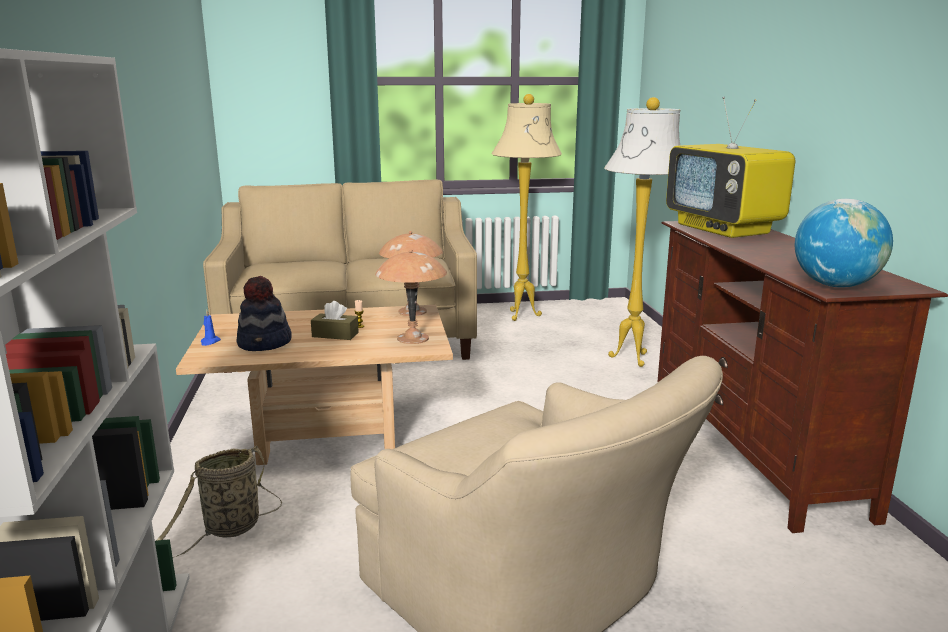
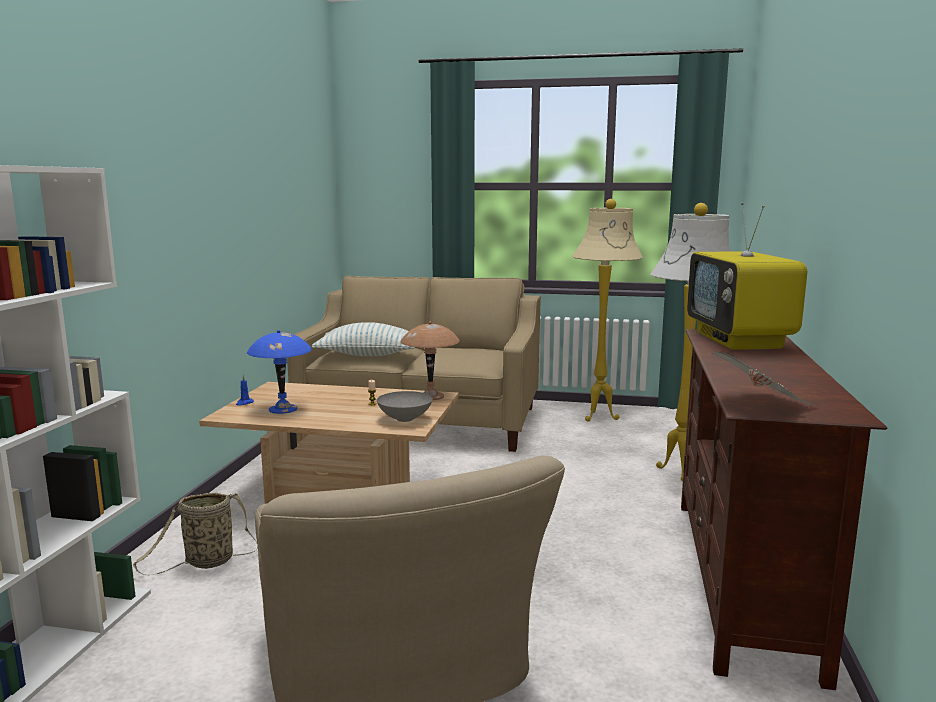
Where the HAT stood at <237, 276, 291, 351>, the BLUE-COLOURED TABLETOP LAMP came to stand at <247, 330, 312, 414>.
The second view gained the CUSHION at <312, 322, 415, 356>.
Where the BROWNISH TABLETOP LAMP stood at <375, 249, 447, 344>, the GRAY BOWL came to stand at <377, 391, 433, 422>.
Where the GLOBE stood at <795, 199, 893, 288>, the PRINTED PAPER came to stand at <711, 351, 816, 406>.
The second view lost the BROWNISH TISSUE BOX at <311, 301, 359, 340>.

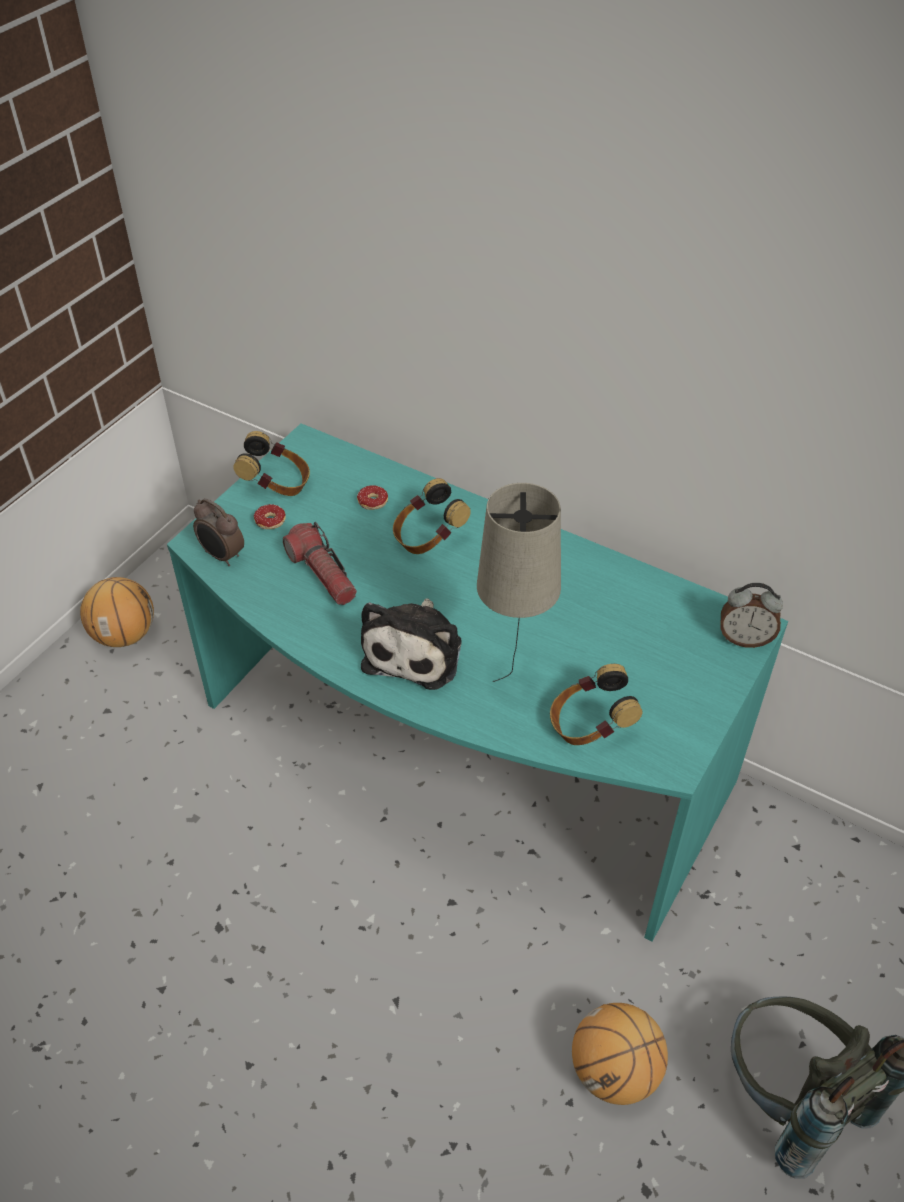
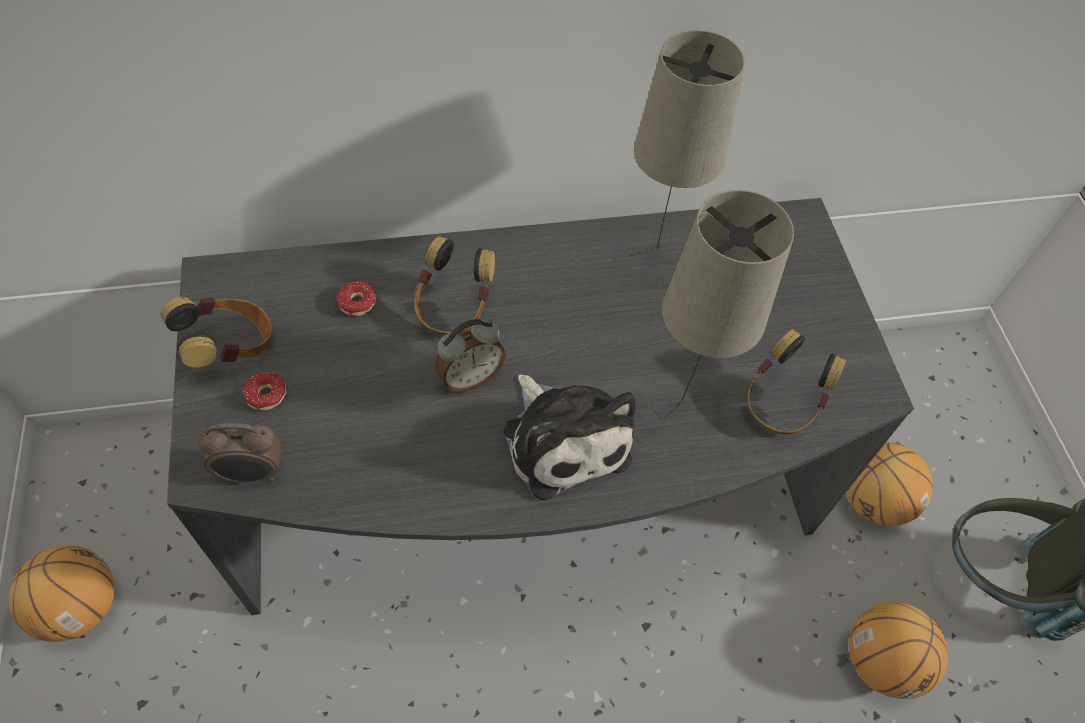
What was the TURQUOISE DESK TABLE at <167, 423, 788, 942> turned into the GRAY DESK TABLE at <167, 198, 914, 615>.
The ALARM CLOCK ended up elsewhere, having gone from <720, 583, 783, 648> to <435, 319, 506, 392>.
The second view gained the BEIGE-COLOURED TABLETOP LAMP at <634, 30, 745, 249>.
The second view gained the BASKETBALL BALL at <846, 442, 933, 526>.
The second view lost the FLASHLIGHT at <283, 522, 357, 605>.

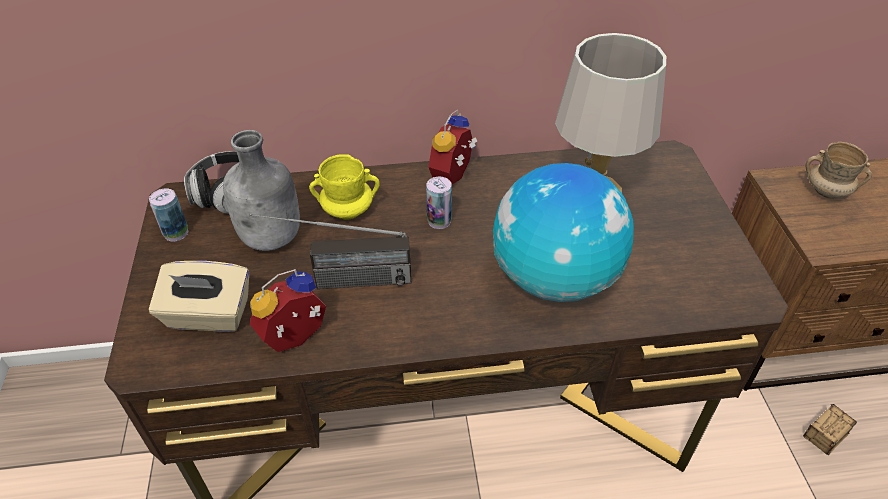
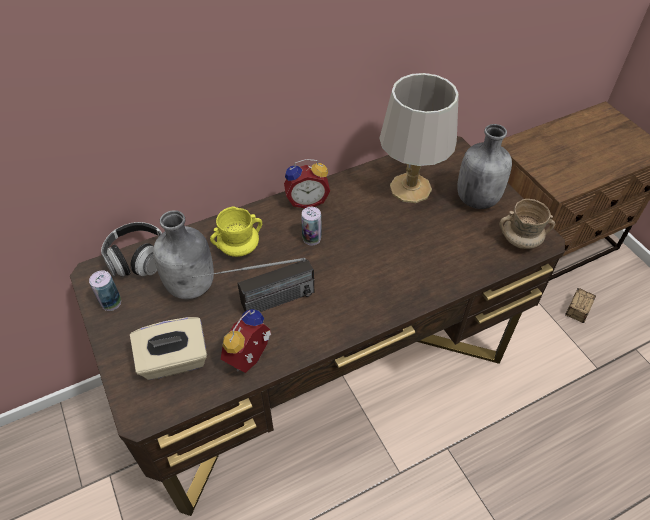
The ALARM CLOCK at <428, 109, 478, 184> ended up facing another way, 105 degrees counterclockwise from before.
The second view gained the GRAY DRINK BOTTLE at <457, 124, 512, 209>.
The BEIGE-COLOURED MUG ended up elsewhere, having gone from <805, 142, 872, 199> to <499, 199, 555, 249>.
The second view lost the GLOBE at <493, 163, 634, 302>.

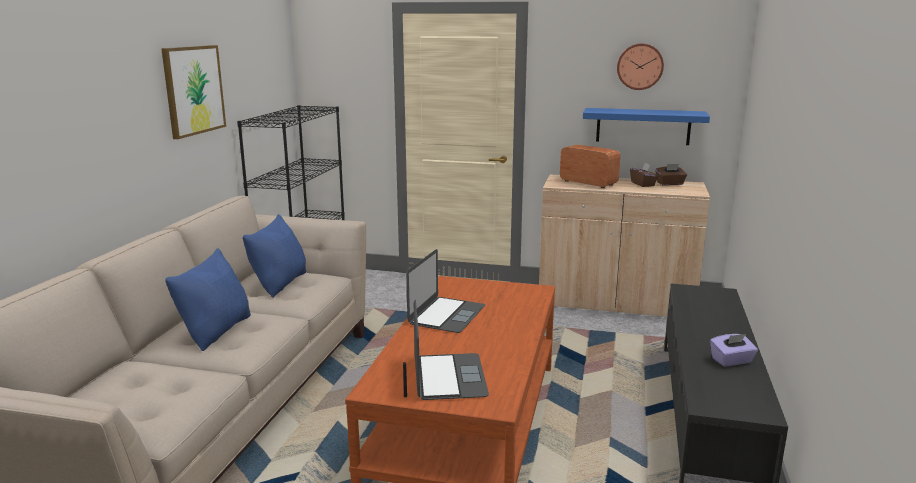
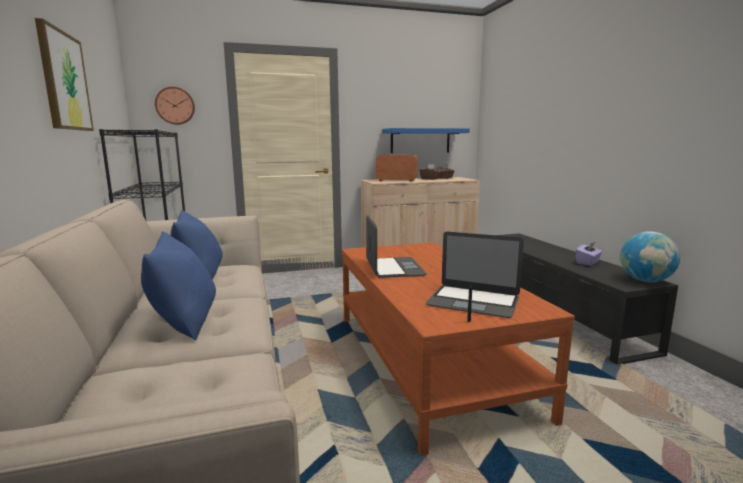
The CLOCK ON THE WALL ended up elsewhere, having gone from <617, 43, 664, 90> to <155, 87, 195, 125>.
The NOTEBOOK COMPUTER at <414, 300, 489, 400> ended up facing another way, 150 degrees clockwise from before.
The second view gained the GLOBE at <620, 231, 680, 282>.

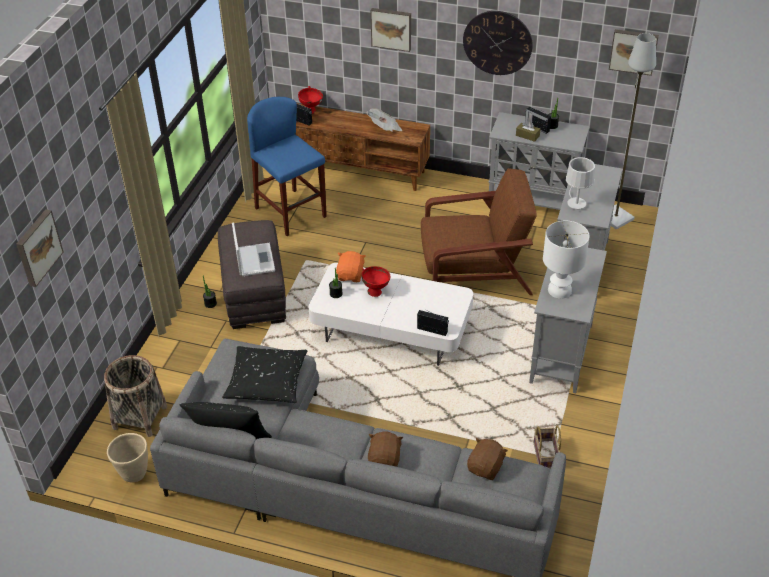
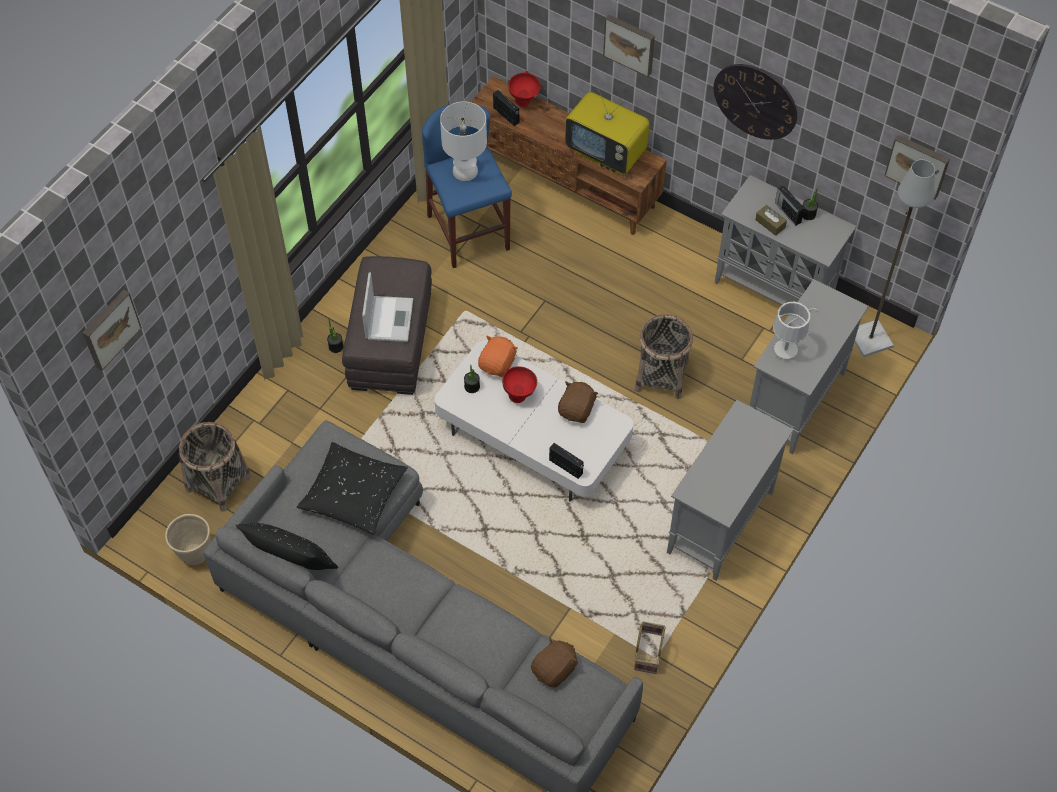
The WHITISH TABLETOP LAMP ended up elsewhere, having gone from <543, 221, 590, 299> to <440, 102, 487, 181>.
The BROWNISH SOFT TOY ended up elsewhere, having gone from <368, 431, 403, 467> to <558, 381, 598, 423>.
Where the PRINTED PAPER stood at <366, 108, 403, 132>, the TV came to stand at <565, 89, 649, 175>.
Where the BROWNISH LOUNGE CHAIR stood at <421, 168, 537, 295>, the STORAGE BASKET came to stand at <635, 314, 693, 399>.

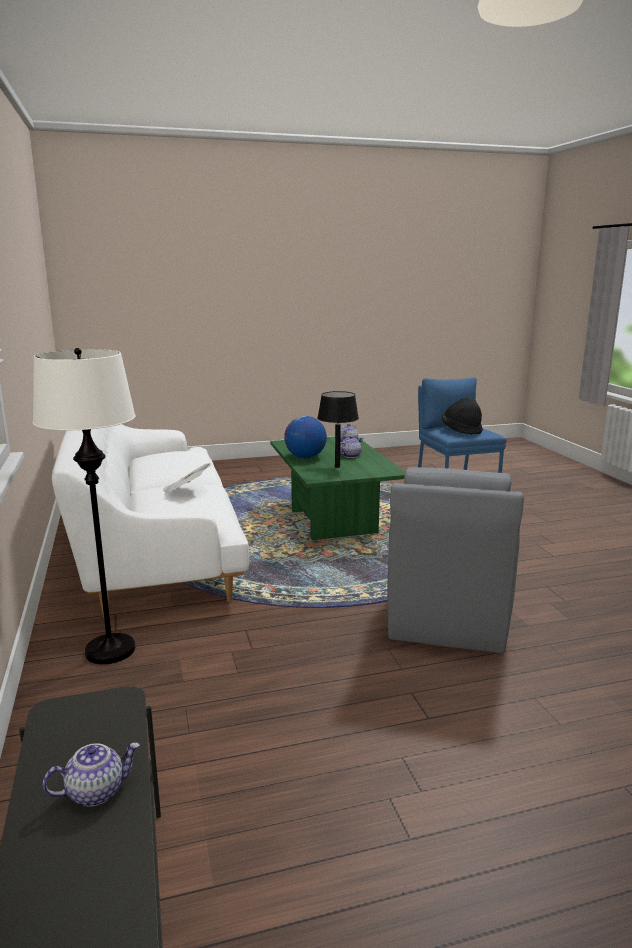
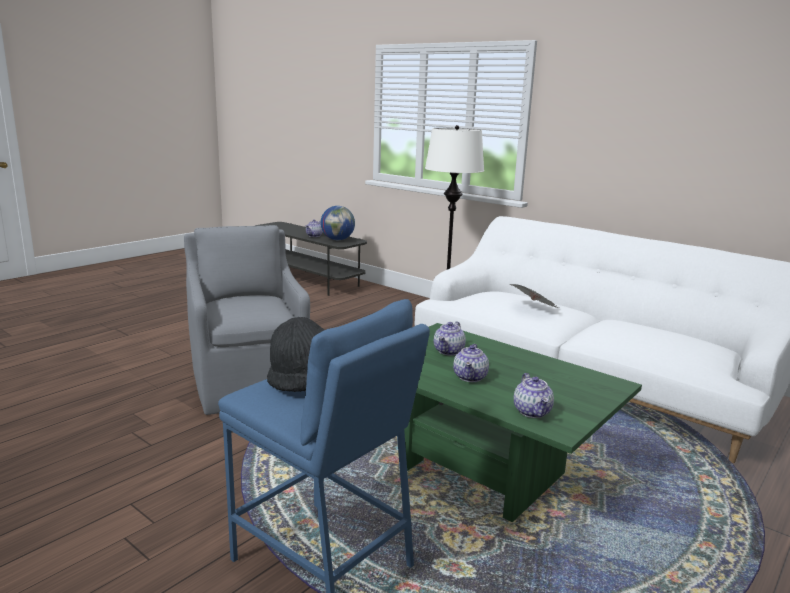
The GLOBE ended up elsewhere, having gone from <284, 416, 327, 458> to <320, 206, 355, 240>.
Where the BLACKISH TABLETOP LAMP stood at <317, 391, 359, 468>, the TEA POT came to stand at <434, 321, 466, 356>.

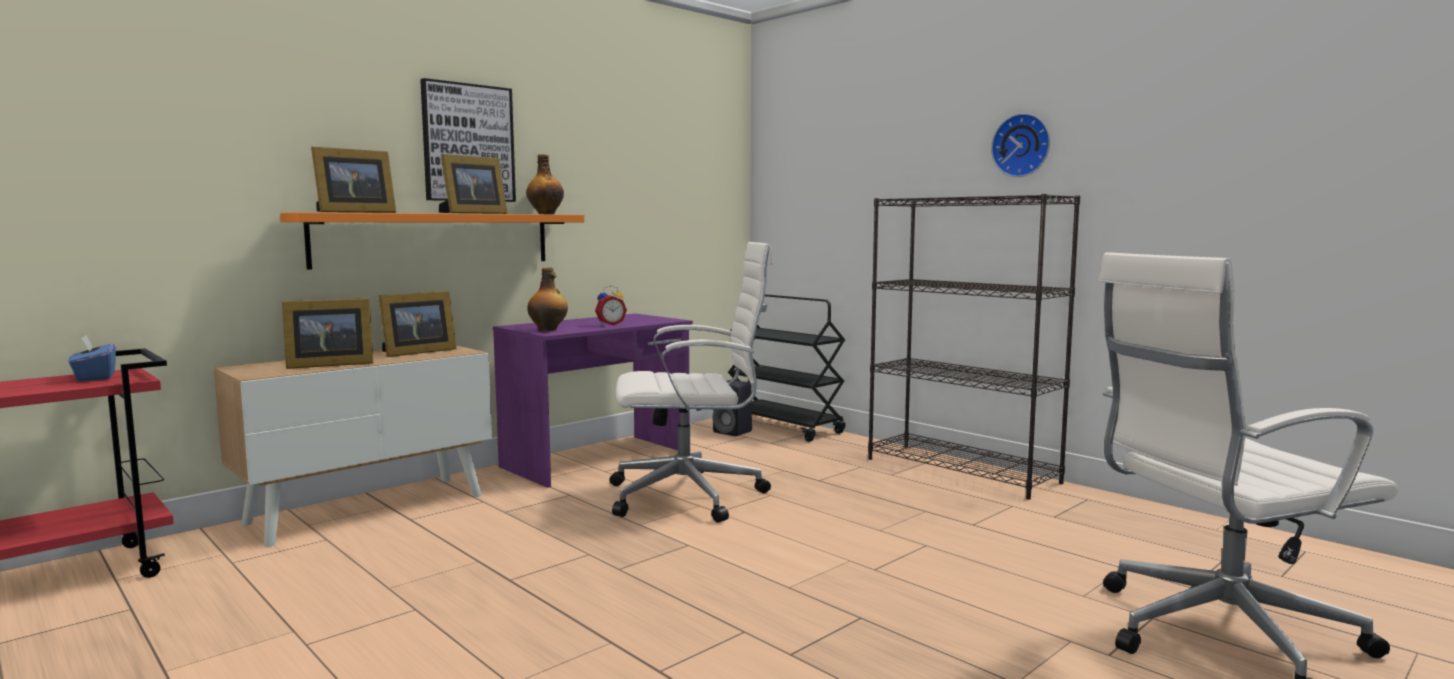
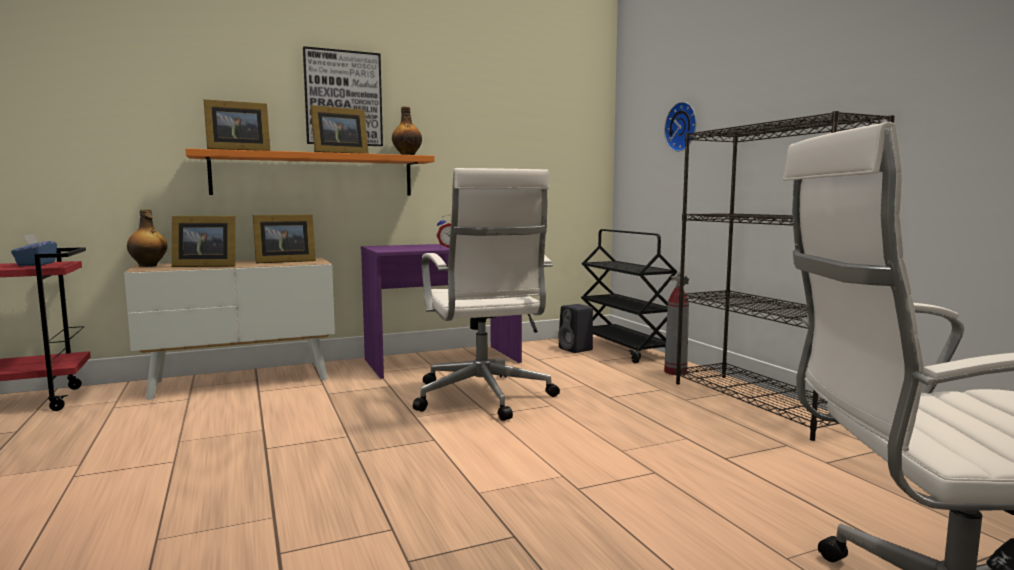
The DRINK BOTTLE ended up elsewhere, having gone from <527, 267, 568, 331> to <127, 209, 168, 267>.
The WHITISH DESK CHAIR at <609, 242, 773, 523> ended up facing another way, 60 degrees clockwise from before.
The CLOCK ON THE WALL ended up elsewhere, having gone from <991, 113, 1050, 177> to <664, 102, 696, 152>.
The second view gained the EXTINGUISHER at <664, 272, 689, 375>.

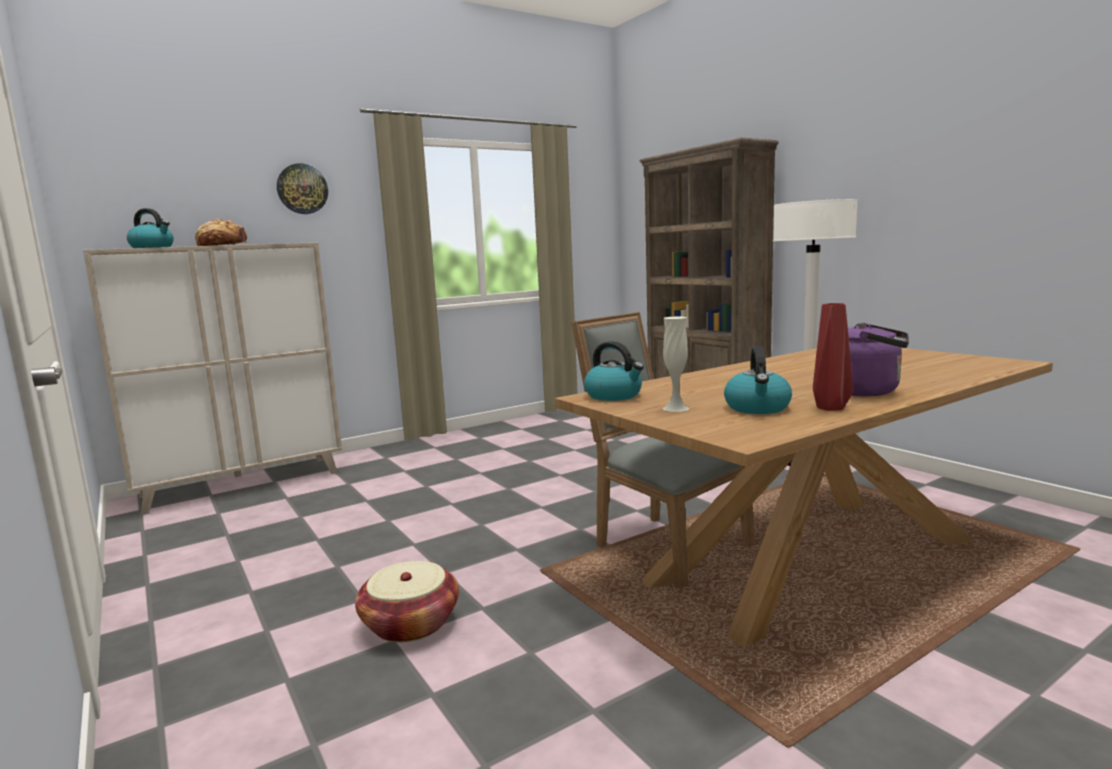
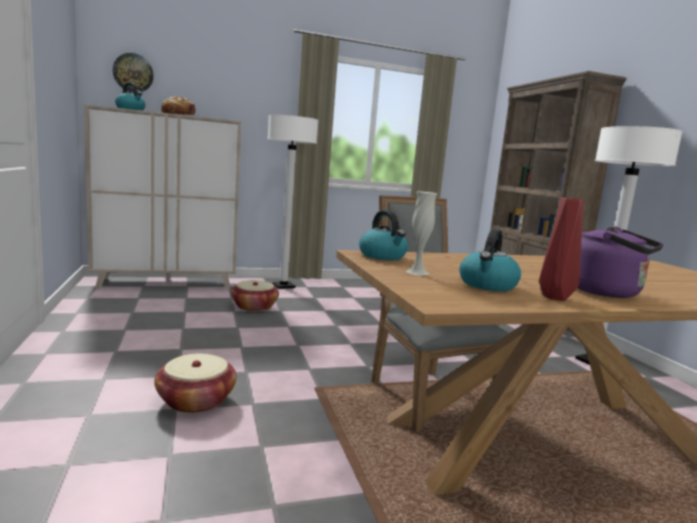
The CLOCK ON THE WALL ended up elsewhere, having gone from <277, 163, 328, 214> to <113, 53, 154, 93>.
The second view gained the STORAGE BASKET at <231, 280, 279, 311>.
The second view gained the WHITISH STANDING LAMP at <268, 115, 319, 289>.

